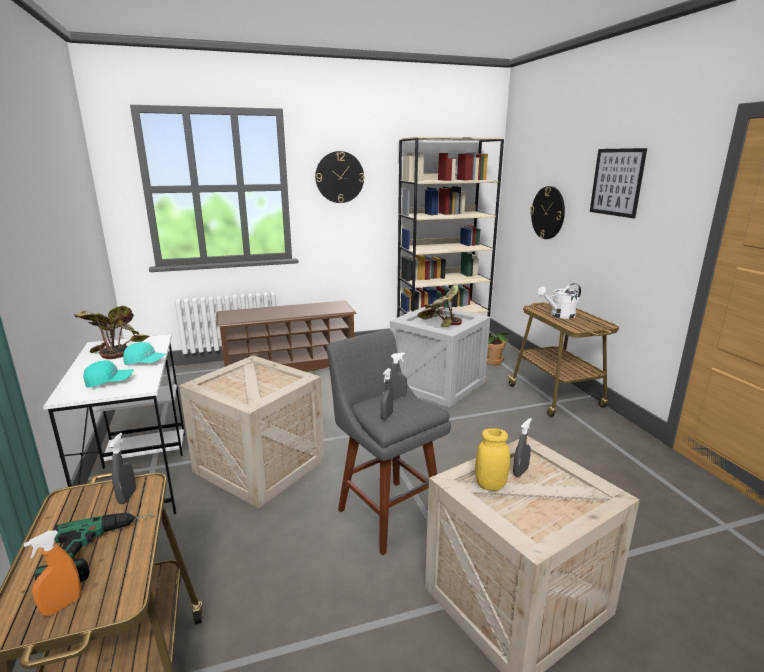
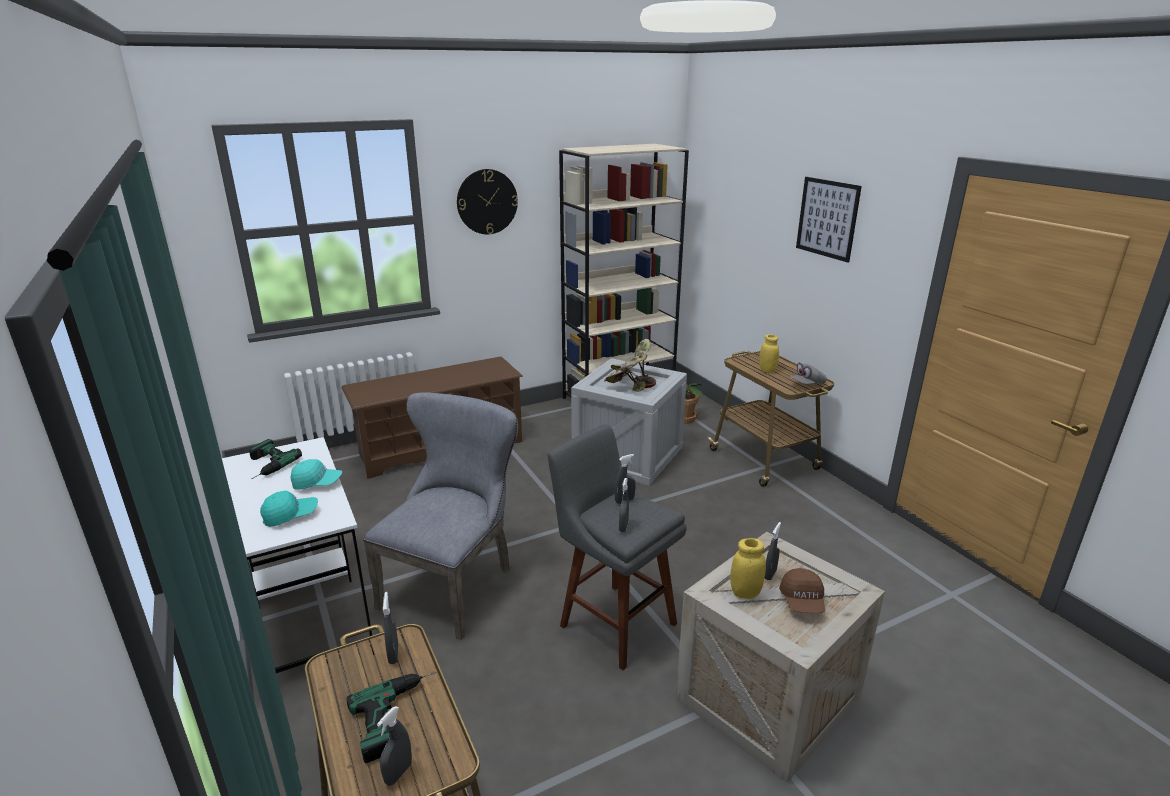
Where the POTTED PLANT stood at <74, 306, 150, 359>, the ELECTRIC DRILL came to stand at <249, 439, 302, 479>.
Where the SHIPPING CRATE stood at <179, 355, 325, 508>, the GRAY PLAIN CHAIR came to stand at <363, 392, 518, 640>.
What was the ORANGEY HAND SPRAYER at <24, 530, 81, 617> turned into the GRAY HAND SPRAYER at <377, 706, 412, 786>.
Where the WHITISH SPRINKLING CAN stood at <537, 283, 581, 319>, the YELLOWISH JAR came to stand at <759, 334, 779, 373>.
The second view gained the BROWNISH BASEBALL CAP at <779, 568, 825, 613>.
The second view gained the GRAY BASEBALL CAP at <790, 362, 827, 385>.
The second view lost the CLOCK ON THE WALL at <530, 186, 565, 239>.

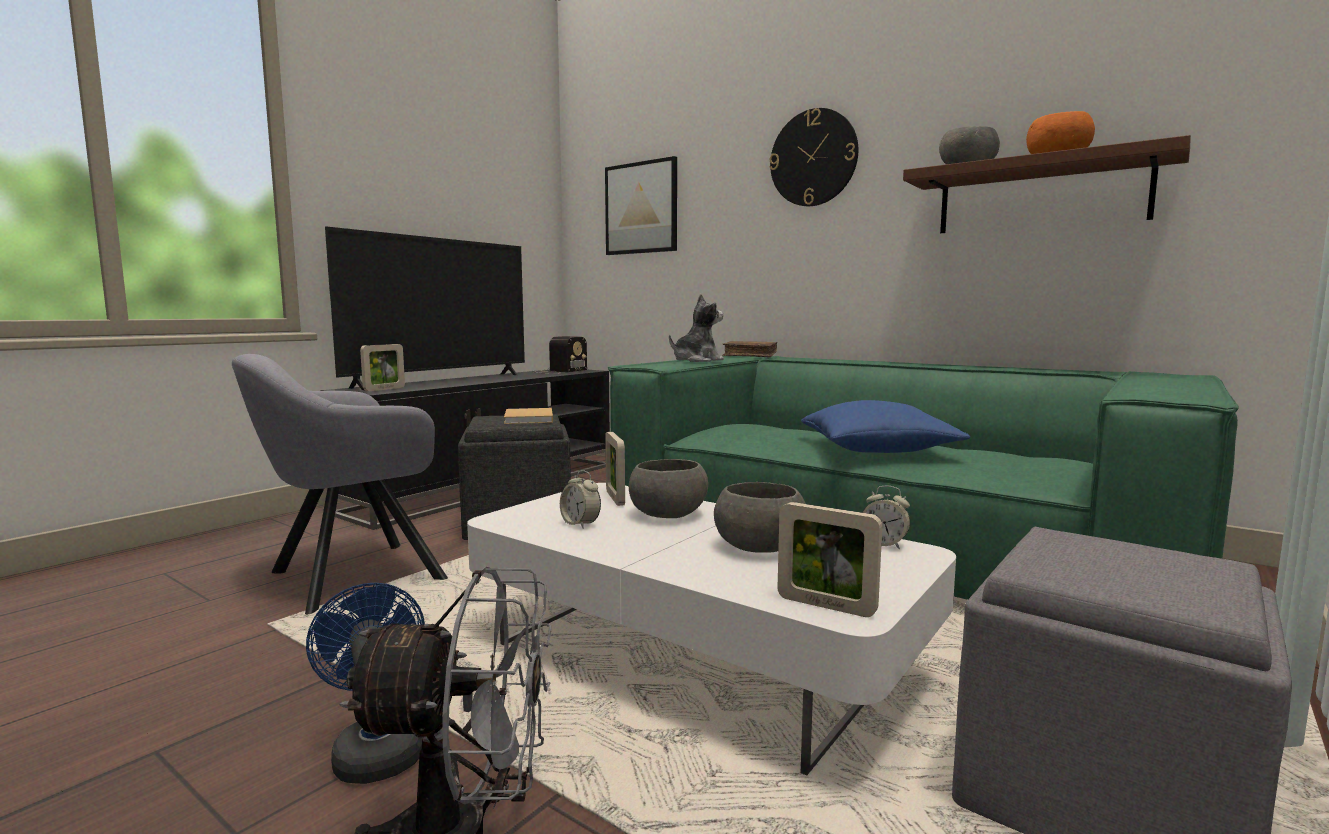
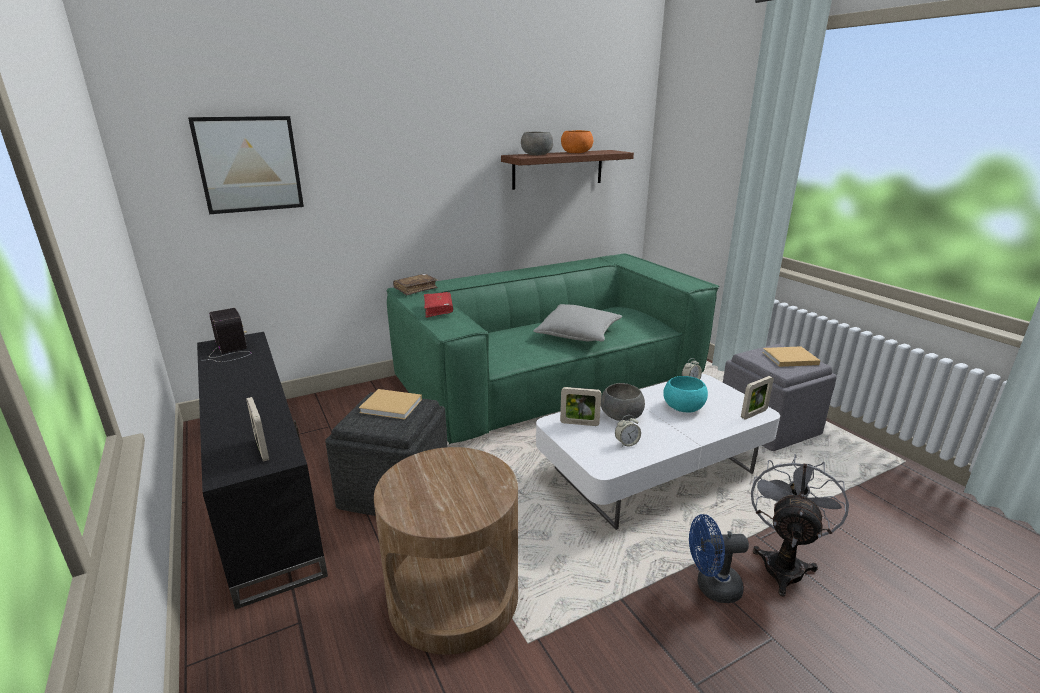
Where the GRAY LOUNGE CHAIR stood at <232, 354, 448, 614>, the BROWNISH SIDE TABLE came to stand at <374, 447, 518, 655>.
Where the SOFT TOY stood at <669, 294, 724, 362>, the REDDISH BOUND BOOK came to stand at <424, 292, 453, 318>.
What was the BLUE-COLOURED CUSHION at <801, 400, 970, 453> turned into the GRAY CUSHION at <533, 304, 622, 341>.
What was the GRAY BOWL at <714, 482, 806, 553> turned into the TURQUOISE BOWL at <663, 376, 708, 413>.
The second view gained the BEIGE-COLOURED BOUND BOOK at <762, 346, 820, 367>.
The second view lost the TV at <325, 226, 525, 390>.
The second view lost the CLOCK ON THE WALL at <769, 108, 858, 206>.

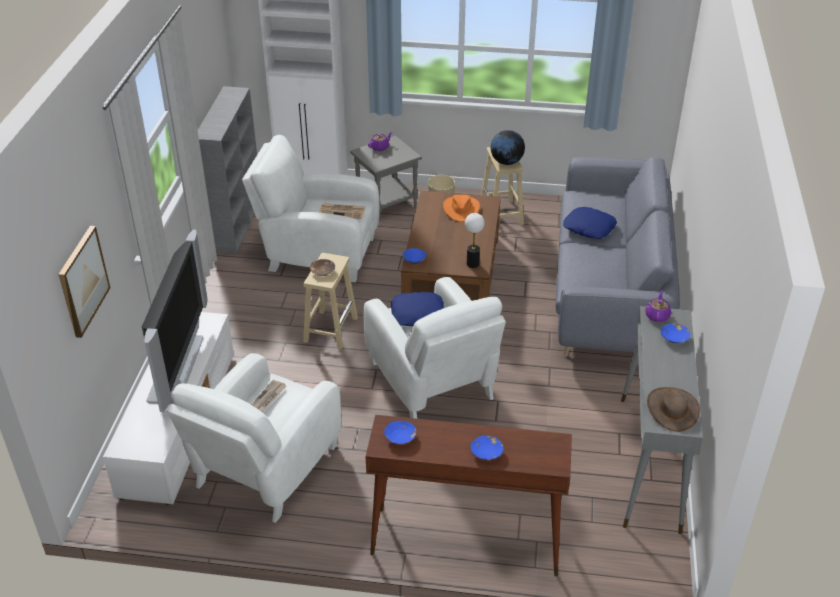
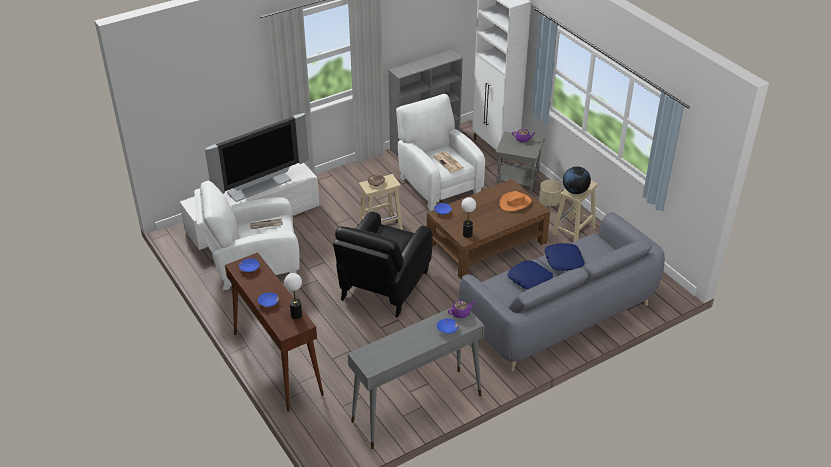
The second view gained the TABLETOP LAMP at <284, 273, 302, 319>.
What was the WHITISH LOUNGE CHAIR at <364, 277, 506, 419> turned into the BLACKISH LOUNGE CHAIR at <333, 212, 432, 317>.
The BLUE-COLOURED CUSHION ended up elsewhere, having gone from <391, 292, 444, 326> to <507, 260, 553, 290>.
The second view lost the WALL ART at <58, 226, 110, 338>.
The second view lost the BROWNISH HAT at <647, 387, 700, 432>.

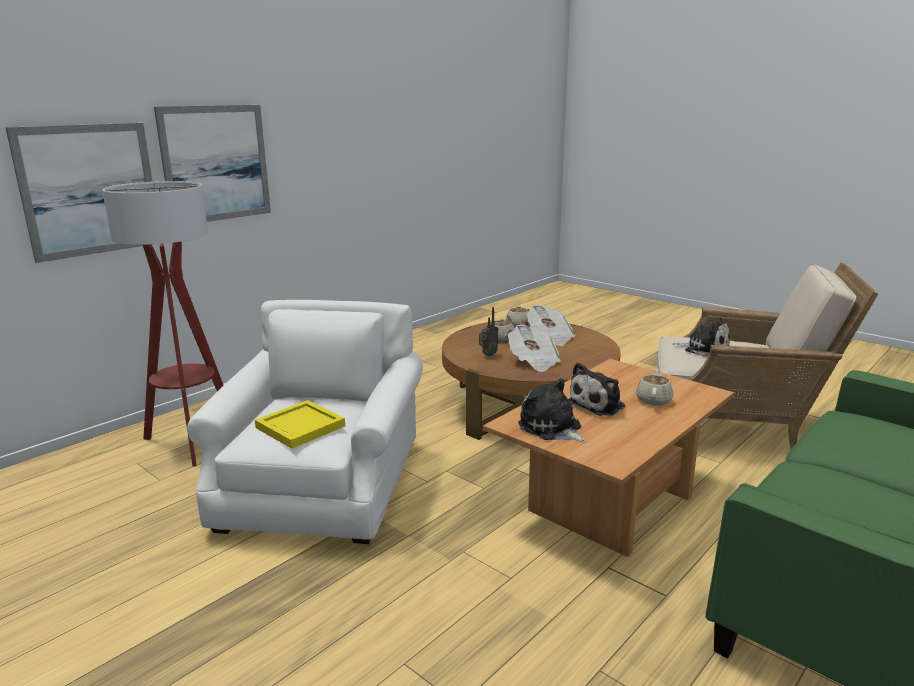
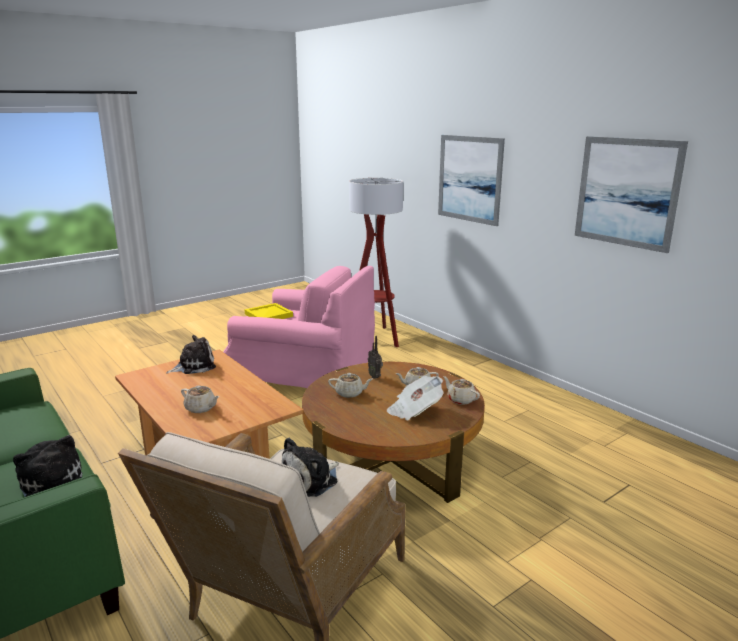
The SOFT TOY ended up elsewhere, having gone from <568, 363, 625, 416> to <13, 435, 82, 497>.
What was the WHITISH LOUNGE CHAIR at <187, 300, 423, 544> turned into the PINK-COLOURED LOUNGE CHAIR at <223, 266, 375, 388>.
Where the PRINTED PAPER stood at <508, 325, 561, 372>, the BEIGE-COLOURED TEA POT came to stand at <328, 373, 372, 398>.
The WALL ART ended up elsewhere, having gone from <5, 123, 153, 263> to <575, 136, 688, 253>.

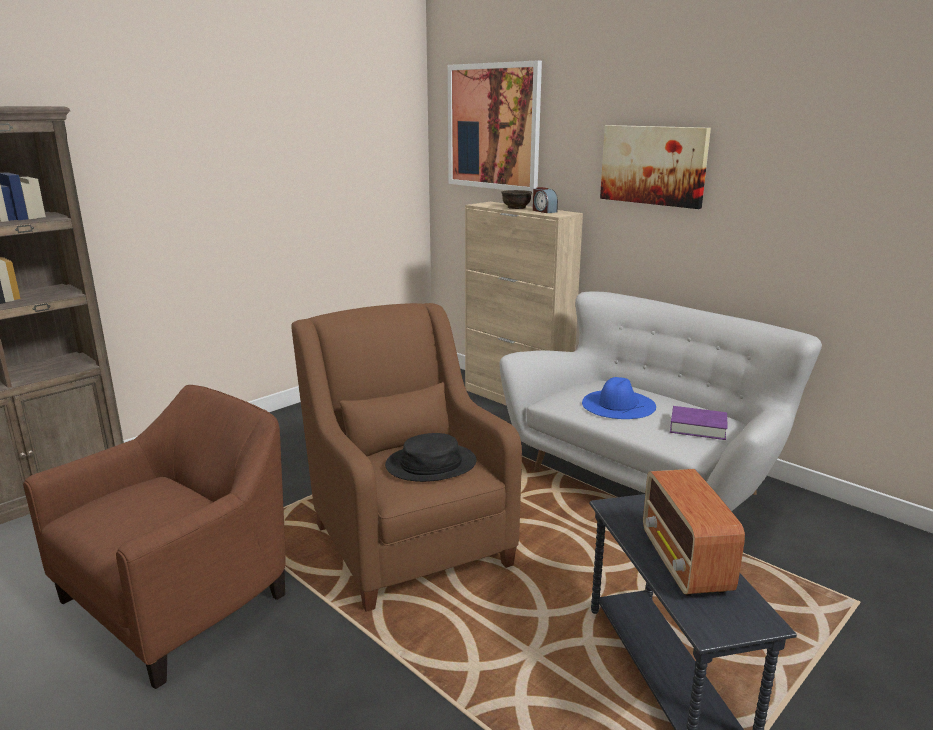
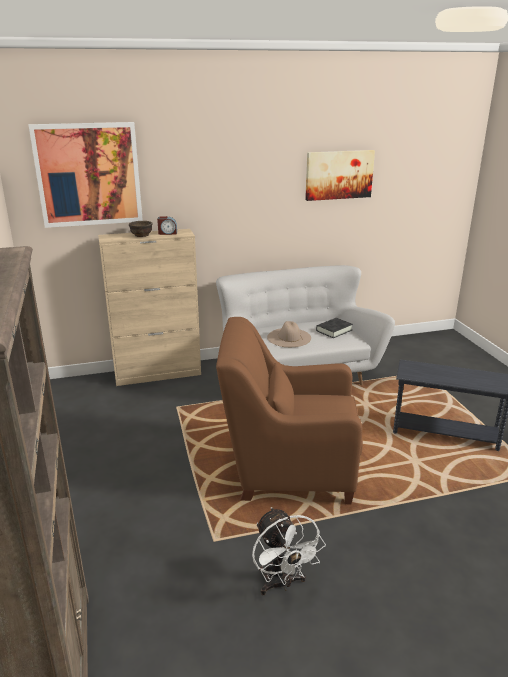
Where the BROWNISH LOUNGE CHAIR stood at <23, 385, 286, 689>, the WHITISH ELECTRIC FAN came to stand at <252, 507, 326, 595>.
What was the BLUE-COLOURED HAT at <582, 377, 656, 419> turned into the BEIGE-COLOURED HAT at <267, 321, 311, 347>.
The WALL ART ended up elsewhere, having gone from <600, 125, 711, 209> to <305, 150, 375, 201>.
What was the PURPLE BOUND BOOK at <670, 406, 728, 440> turned into the BLACKISH BOUND BOOK at <316, 318, 353, 338>.
The second view lost the BLACKISH HAT at <385, 433, 476, 482>.
The second view lost the RADIO RECEIVER at <643, 469, 745, 596>.

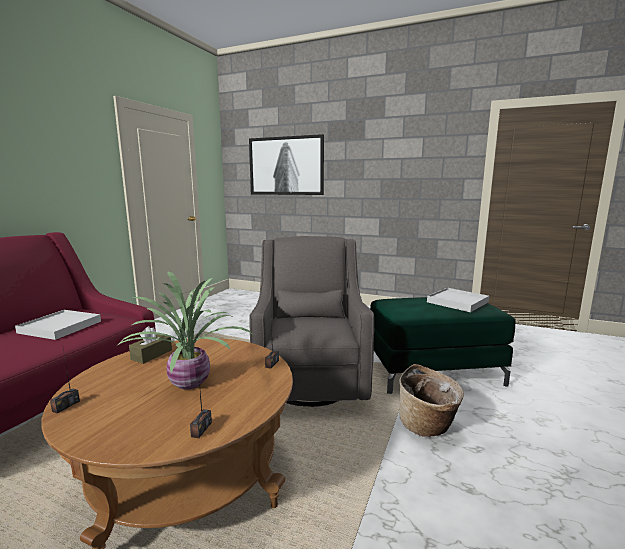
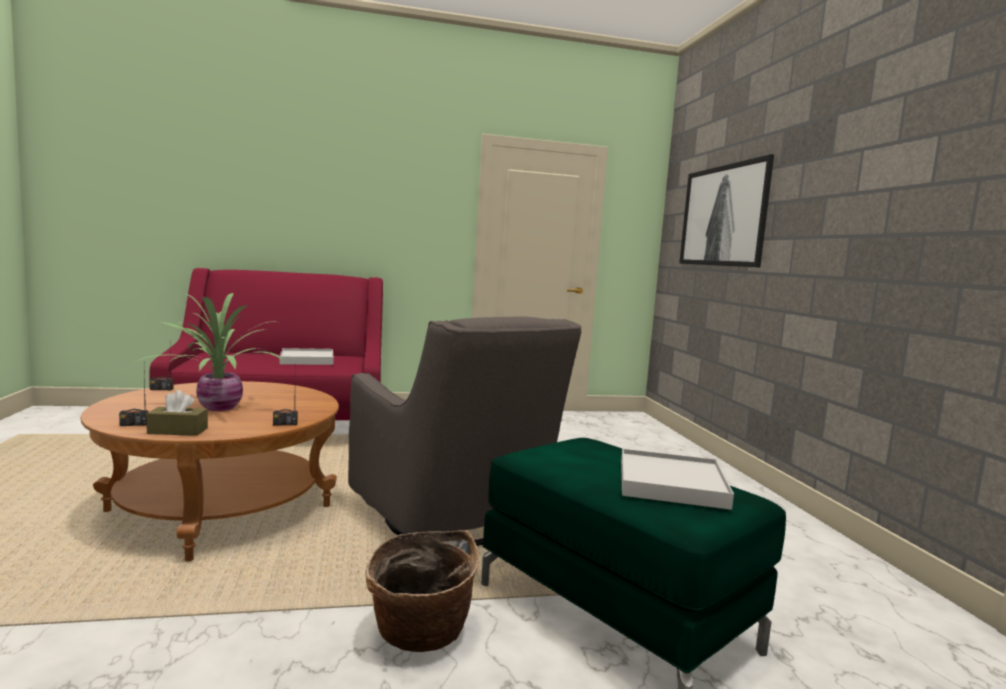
The BROWNISH TISSUE BOX ended up elsewhere, having gone from <129, 326, 172, 364> to <146, 390, 208, 436>.
The GRAY LOUNGE CHAIR at <249, 236, 374, 407> ended up facing another way, 90 degrees clockwise from before.

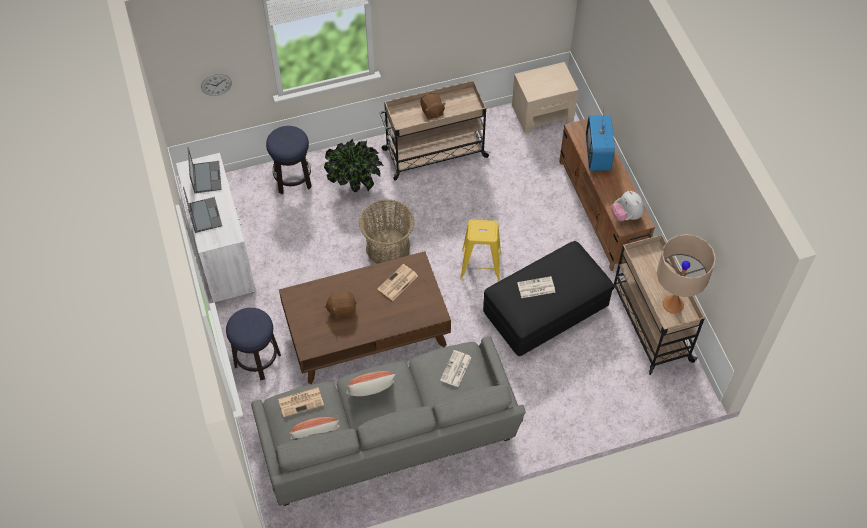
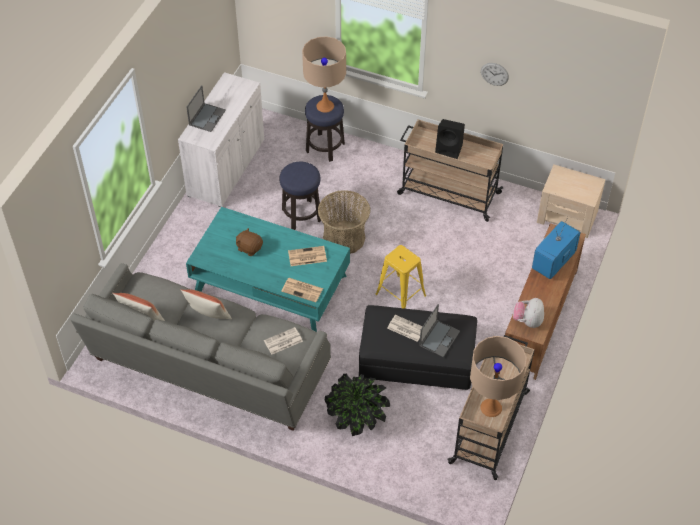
What was the BROWNISH COFFEE TABLE at <279, 251, 451, 384> turned into the TURQUOISE COFFEE TABLE at <186, 207, 350, 332>.
The STOOL ended up elsewhere, having gone from <226, 308, 281, 380> to <279, 162, 321, 230>.
The PRINTED PAPER ended up elsewhere, having gone from <278, 388, 324, 417> to <281, 278, 323, 302>.
The second view gained the BEIGE-COLOURED TABLETOP LAMP at <302, 36, 346, 113>.
The POTTED PLANT ended up elsewhere, having gone from <324, 139, 383, 192> to <325, 374, 390, 436>.
The NOTEBOOK COMPUTER ended up elsewhere, having gone from <188, 147, 222, 193> to <419, 304, 460, 357>.
Where the BROWNISH SOFT TOY stood at <420, 93, 446, 120>, the BLACKISH SPEAKER came to stand at <435, 119, 465, 159>.
The CLOCK ON THE WALL ended up elsewhere, having gone from <201, 74, 232, 96> to <481, 63, 509, 86>.

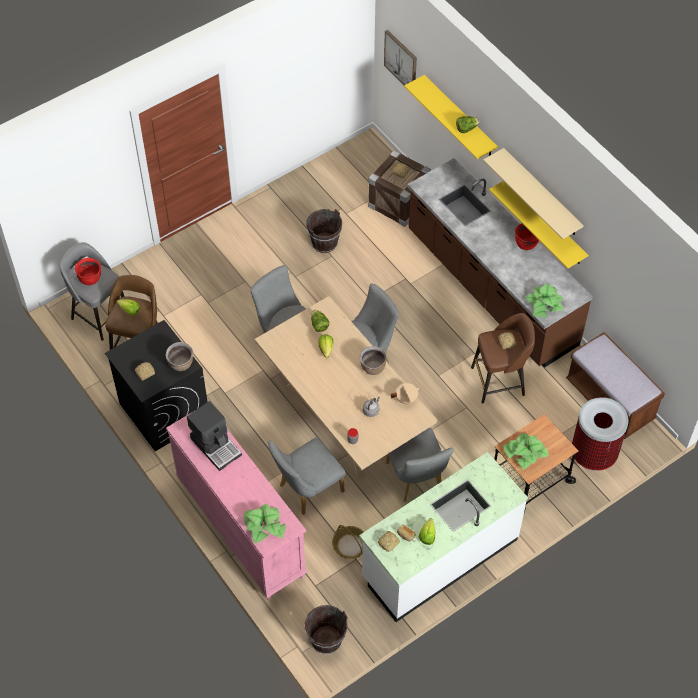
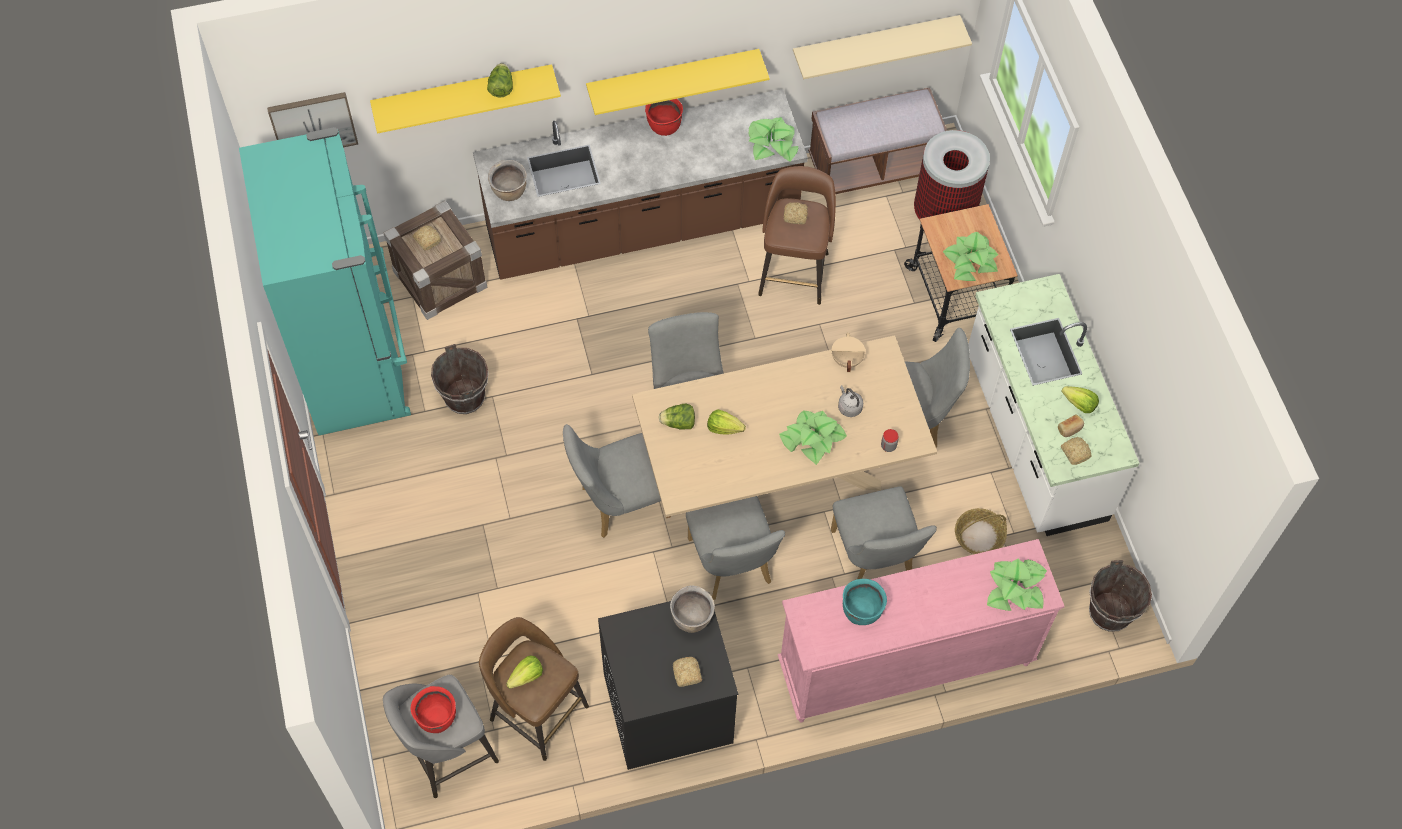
The second view gained the TURQUOISE FRIDGE at <239, 127, 411, 435>.
The BROWNISH SAUCEPOT ended up elsewhere, having gone from <360, 346, 387, 375> to <488, 160, 527, 201>.
The second view gained the GRAY PLAIN CHAIR at <686, 496, 785, 600>.
The second view gained the POTTED PLANT at <779, 411, 847, 465>.
The BEIGE-COLOURED WALL SHELF ended up elsewhere, having gone from <483, 148, 584, 239> to <793, 15, 972, 79>.
Where the COFFEE MAKER stood at <187, 401, 242, 471>, the TURQUOISE SAUCEPOT came to stand at <843, 579, 887, 625>.

